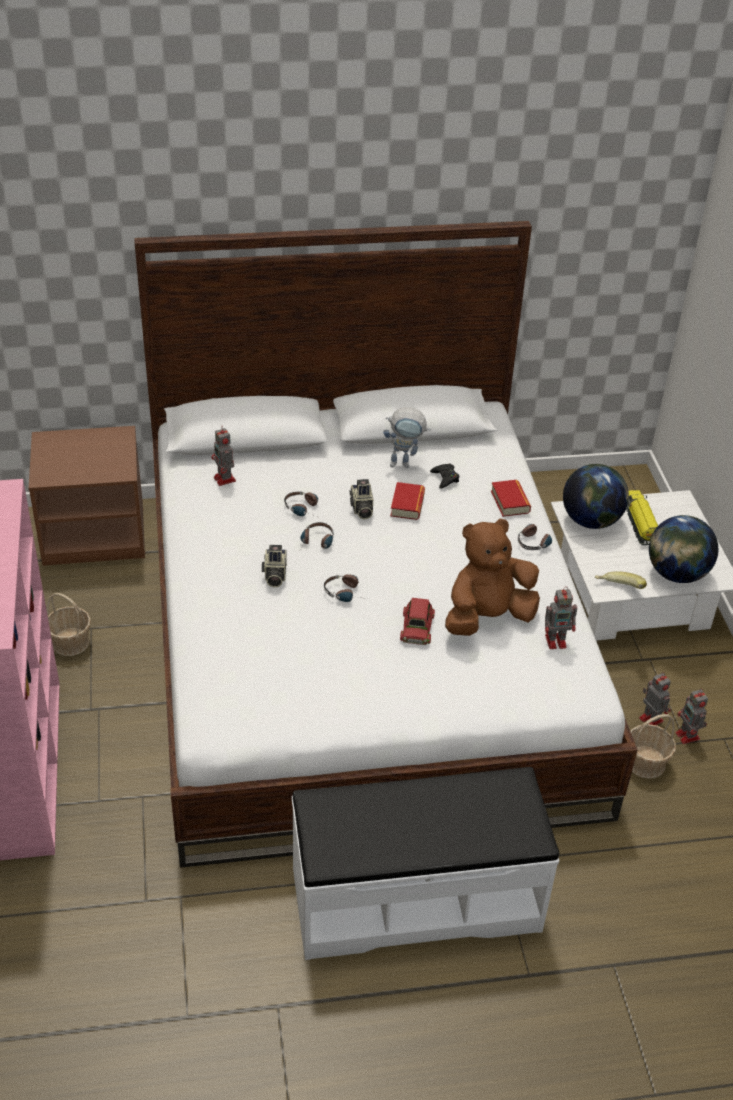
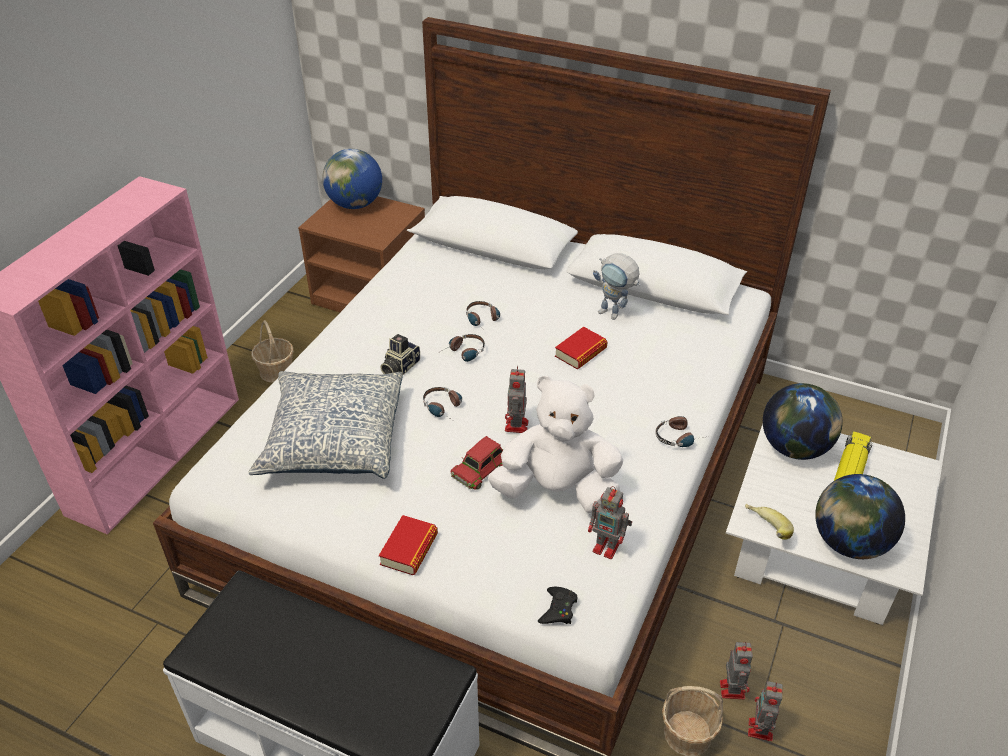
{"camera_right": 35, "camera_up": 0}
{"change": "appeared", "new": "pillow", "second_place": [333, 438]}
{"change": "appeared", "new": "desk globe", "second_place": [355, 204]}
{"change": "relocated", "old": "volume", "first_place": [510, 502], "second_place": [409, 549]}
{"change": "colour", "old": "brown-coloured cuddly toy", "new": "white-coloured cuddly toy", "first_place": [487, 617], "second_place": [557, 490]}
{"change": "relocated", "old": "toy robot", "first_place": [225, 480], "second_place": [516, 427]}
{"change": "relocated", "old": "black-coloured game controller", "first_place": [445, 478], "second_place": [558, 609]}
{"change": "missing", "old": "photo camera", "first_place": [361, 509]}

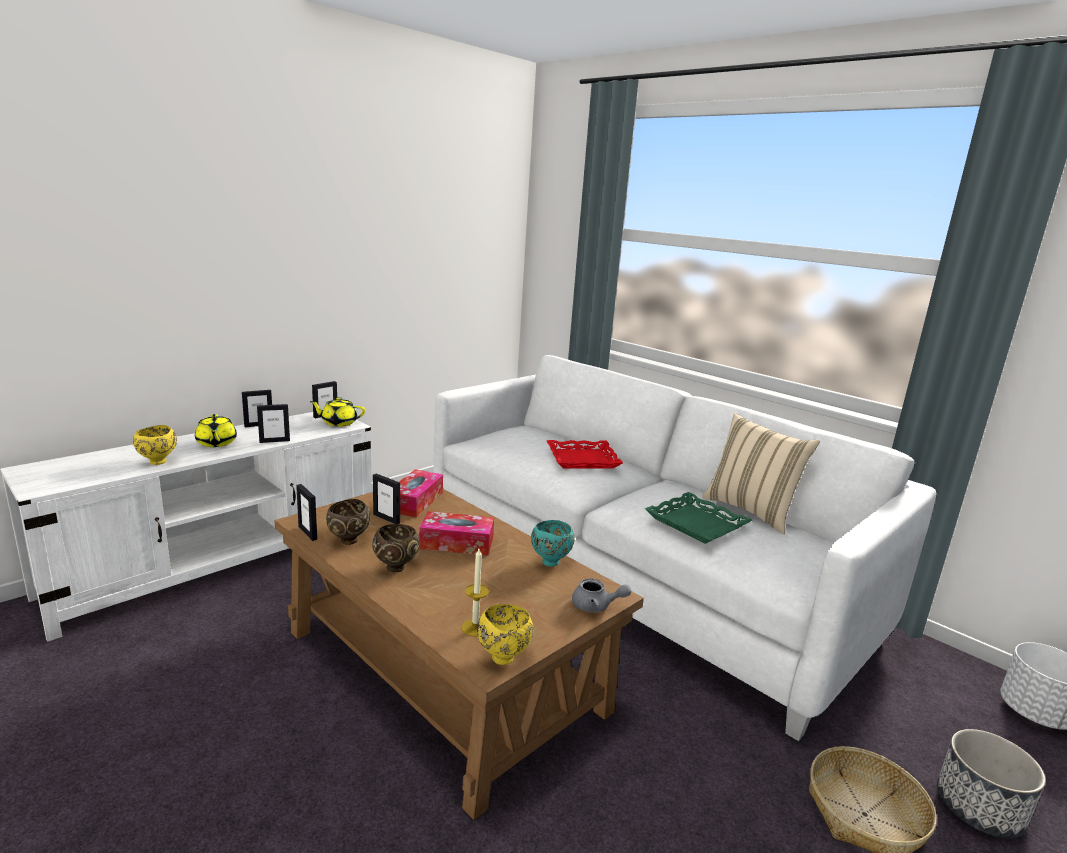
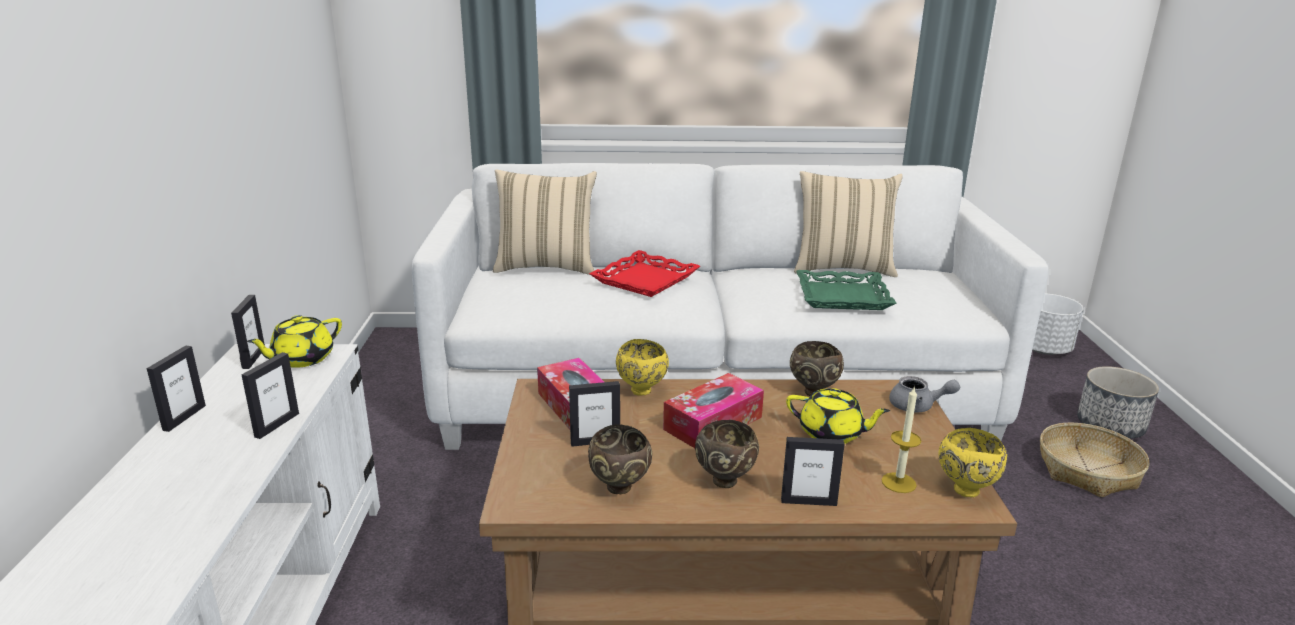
{"camera_right": -45, "camera_up": 5}
{"change": "appeared", "new": "sand-coloured pillow", "second_place": [546, 267]}
{"change": "relocated", "old": "yellow deep dish", "first_place": [157, 462], "second_place": [642, 391]}
{"change": "relocated", "old": "picture frame", "first_place": [308, 533], "second_place": [808, 502]}
{"change": "relocated", "old": "yellow pot for tea", "first_place": [216, 443], "second_place": [832, 434]}
{"change": "colour", "old": "blue-green deep dish", "new": "brown-coloured deep dish", "first_place": [550, 561], "second_place": [812, 391]}
{"change": "spun", "old": "greyish pot for tea", "first_place": [596, 606], "second_place": [918, 406], "degrees": 45}

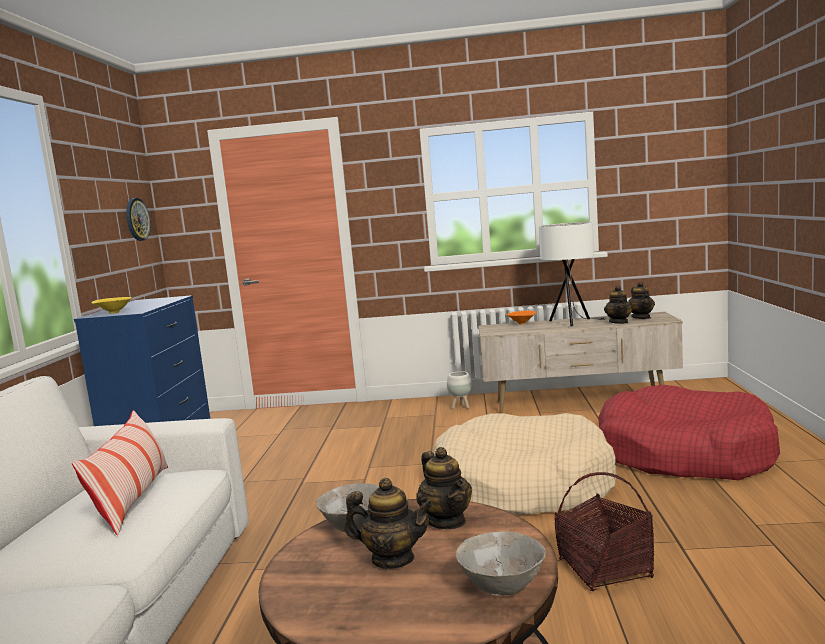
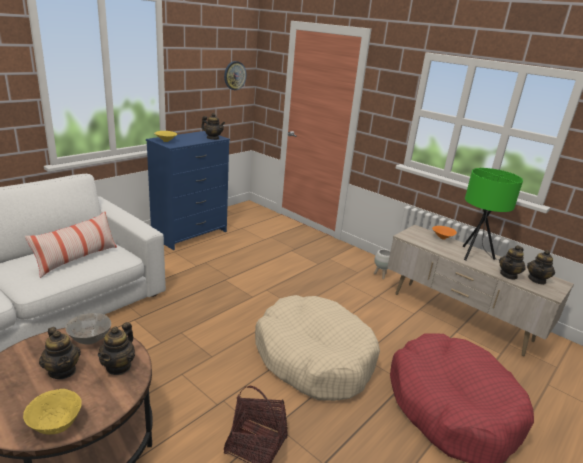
{"camera_right": 35, "camera_up": 15}
{"change": "colour", "old": "greyish deep dish", "new": "yellow deep dish", "first_place": [501, 586], "second_place": [56, 424]}
{"change": "appeared", "new": "pot for tea", "second_place": [213, 138]}
{"change": "colour", "old": "white-coloured tabletop lamp", "new": "greenish tabletop lamp", "first_place": [572, 322], "second_place": [476, 256]}

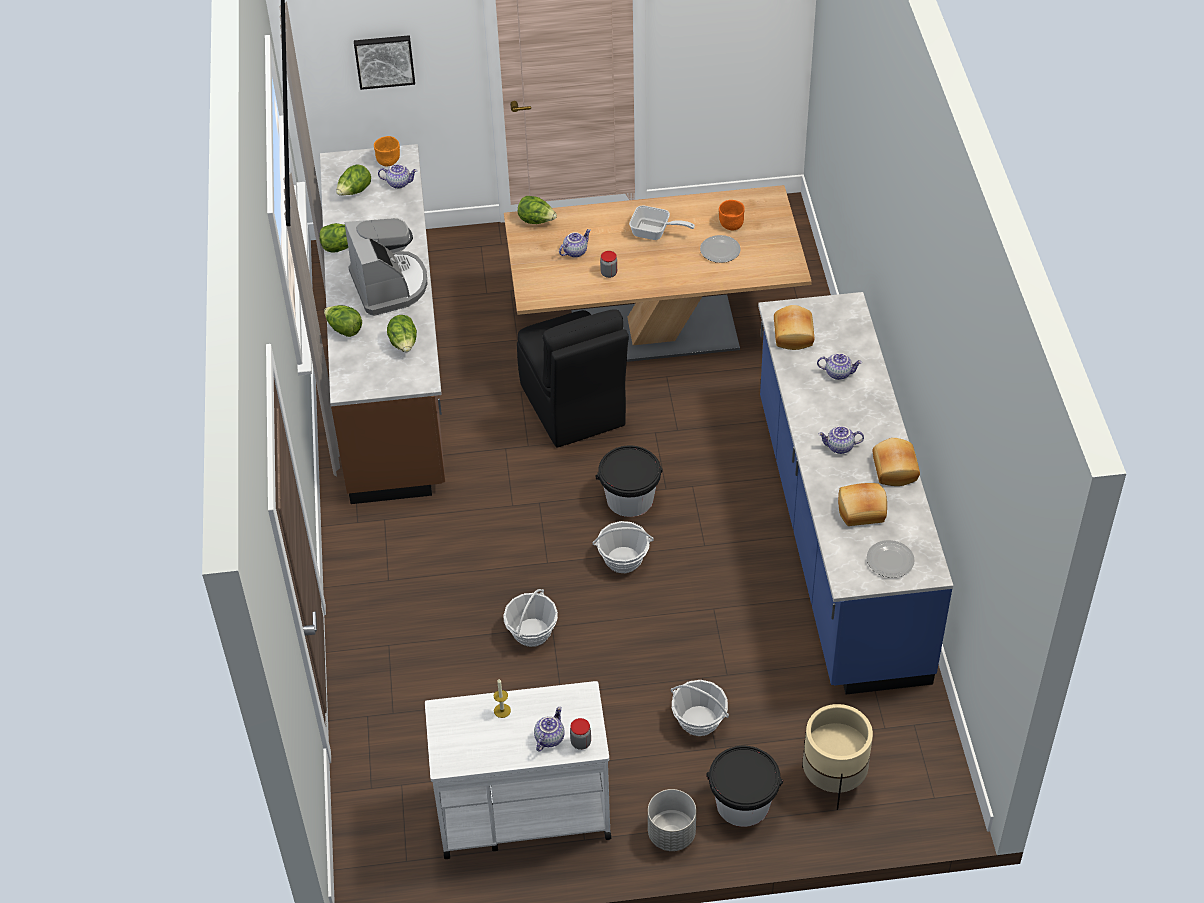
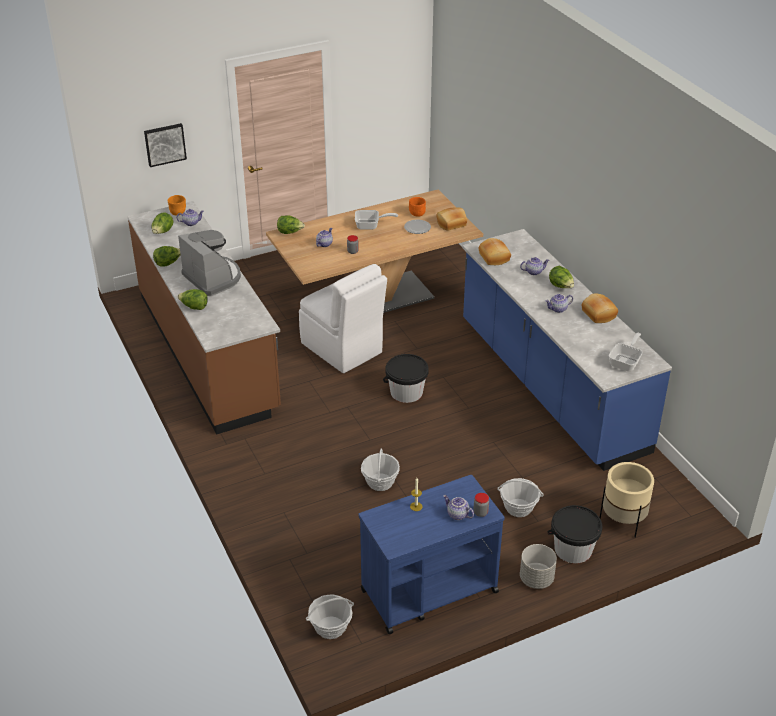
{"camera_right": -20, "camera_up": -10}
{"change": "colour", "old": "black-coloured plain chair", "new": "white-coloured plain chair", "first_place": [573, 407], "second_place": [342, 349]}
{"change": "relocated", "old": "basket", "first_place": [623, 560], "second_place": [330, 627]}
{"change": "colour", "old": "white-coloured wheeled cart", "new": "blue-coloured wheeled cart", "first_place": [522, 811], "second_place": [428, 591]}
{"change": "relocated", "old": "bread", "first_place": [861, 511], "second_place": [451, 224]}
{"change": "spun", "old": "pot for tea", "first_place": [549, 738], "second_place": [457, 515], "degrees": -60}
{"change": "relocated", "old": "lettuce head", "first_place": [404, 344], "second_place": [561, 286]}
{"change": "exchanged", "old": "dinner plate", "new": "skillet", "first_place": [890, 560], "second_place": [626, 362]}

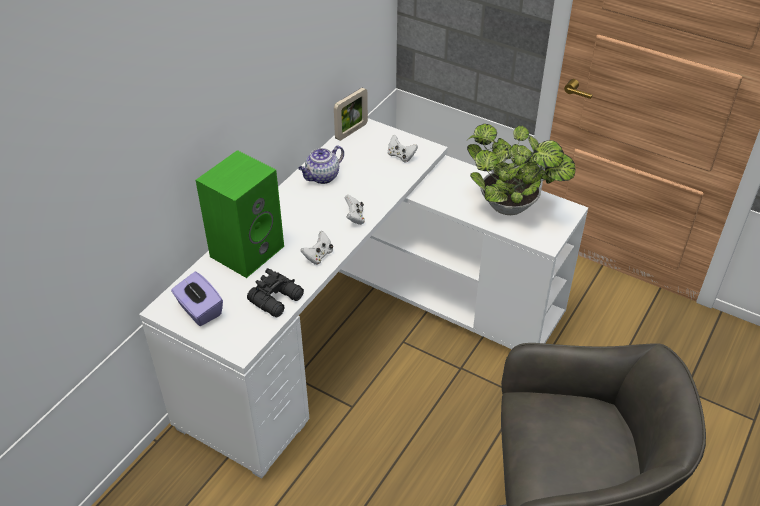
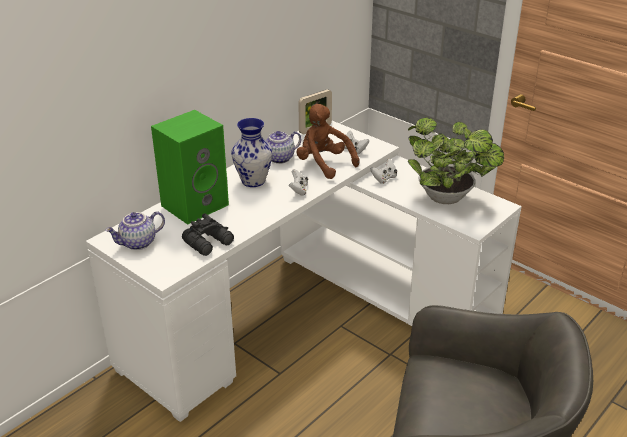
{"camera_right": 10, "camera_up": -10}
{"change": "exchanged", "old": "purple tissue box", "new": "pot for tea", "first_place": [199, 310], "second_place": [138, 243]}
{"change": "appeared", "new": "vase", "second_place": [253, 181]}
{"change": "appeared", "new": "brown-coloured cuddly toy", "second_place": [323, 164]}
{"change": "relocated", "old": "white-coloured game controller", "first_place": [318, 256], "second_place": [384, 178]}

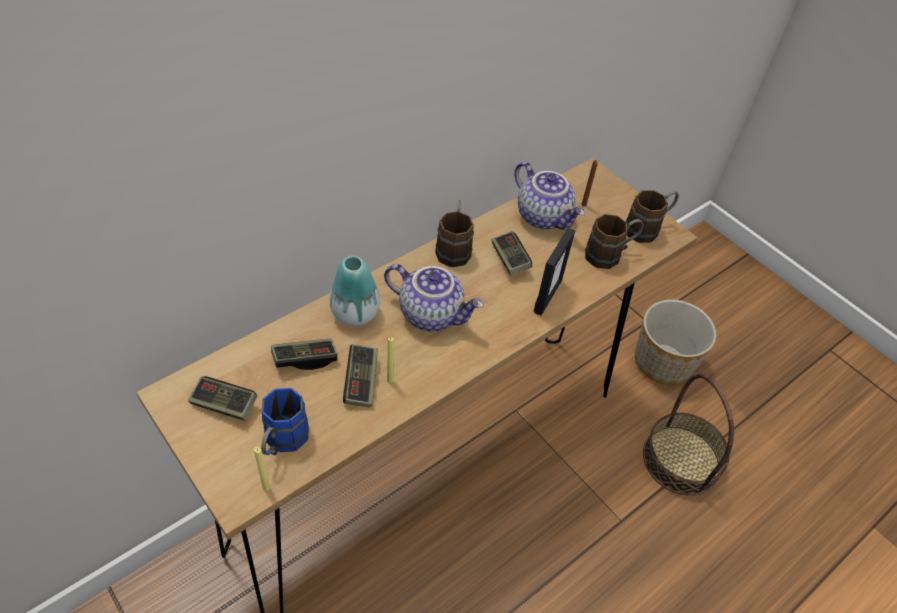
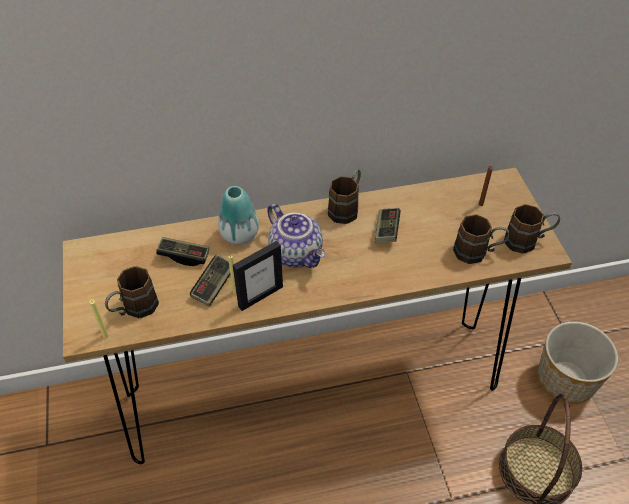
{"camera_right": 30, "camera_up": 0}
{"change": "colour", "old": "blue-coloured mug", "new": "brown-coloured mug", "first_place": [282, 442], "second_place": [134, 309]}
{"change": "relocated", "old": "picture frame", "first_place": [547, 296], "second_place": [260, 296]}
{"change": "missing", "old": "game controller", "first_place": [224, 405]}
{"change": "missing", "old": "pot for tea", "first_place": [544, 216]}

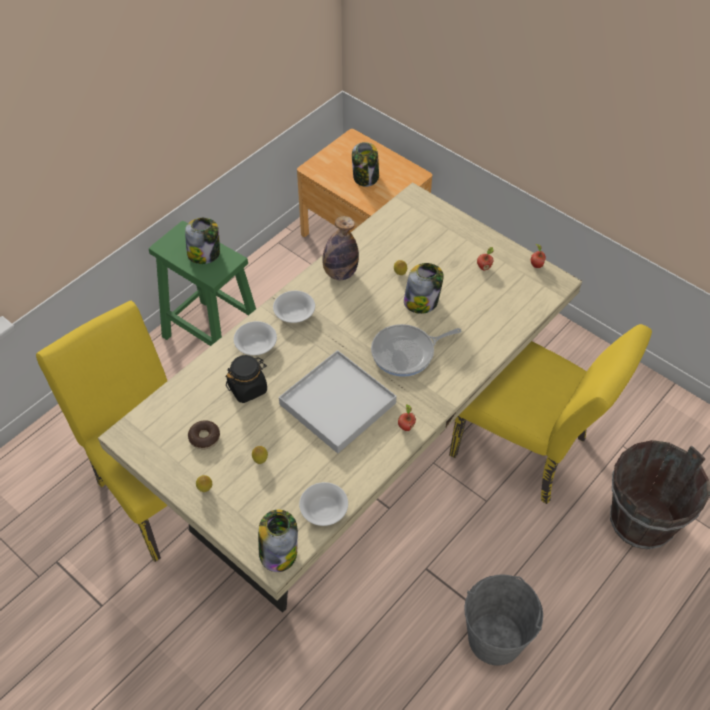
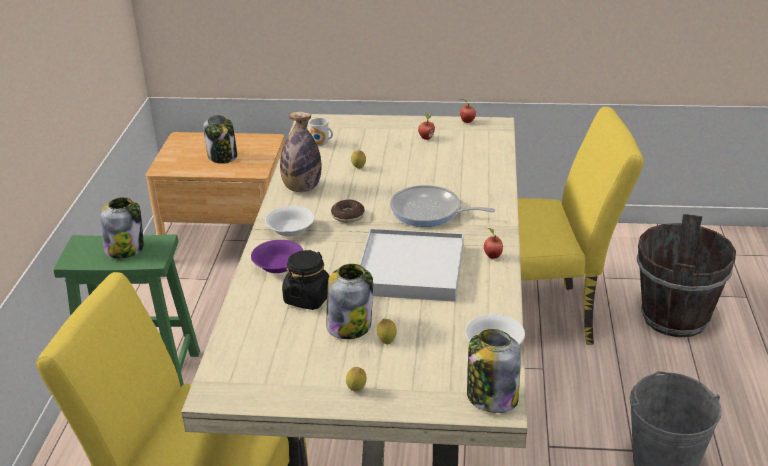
{"camera_right": -35, "camera_up": -20}
{"change": "colour", "old": "white-coloured deep dish", "new": "purple deep dish", "first_place": [256, 345], "second_place": [278, 265]}
{"change": "appeared", "new": "mug", "second_place": [321, 144]}
{"change": "relocated", "old": "storage jar", "first_place": [421, 301], "second_place": [349, 325]}
{"change": "relocated", "old": "ring doughnut", "first_place": [204, 437], "second_place": [348, 216]}
{"change": "spun", "old": "skillet", "first_place": [406, 353], "second_place": [429, 212], "degrees": 75}

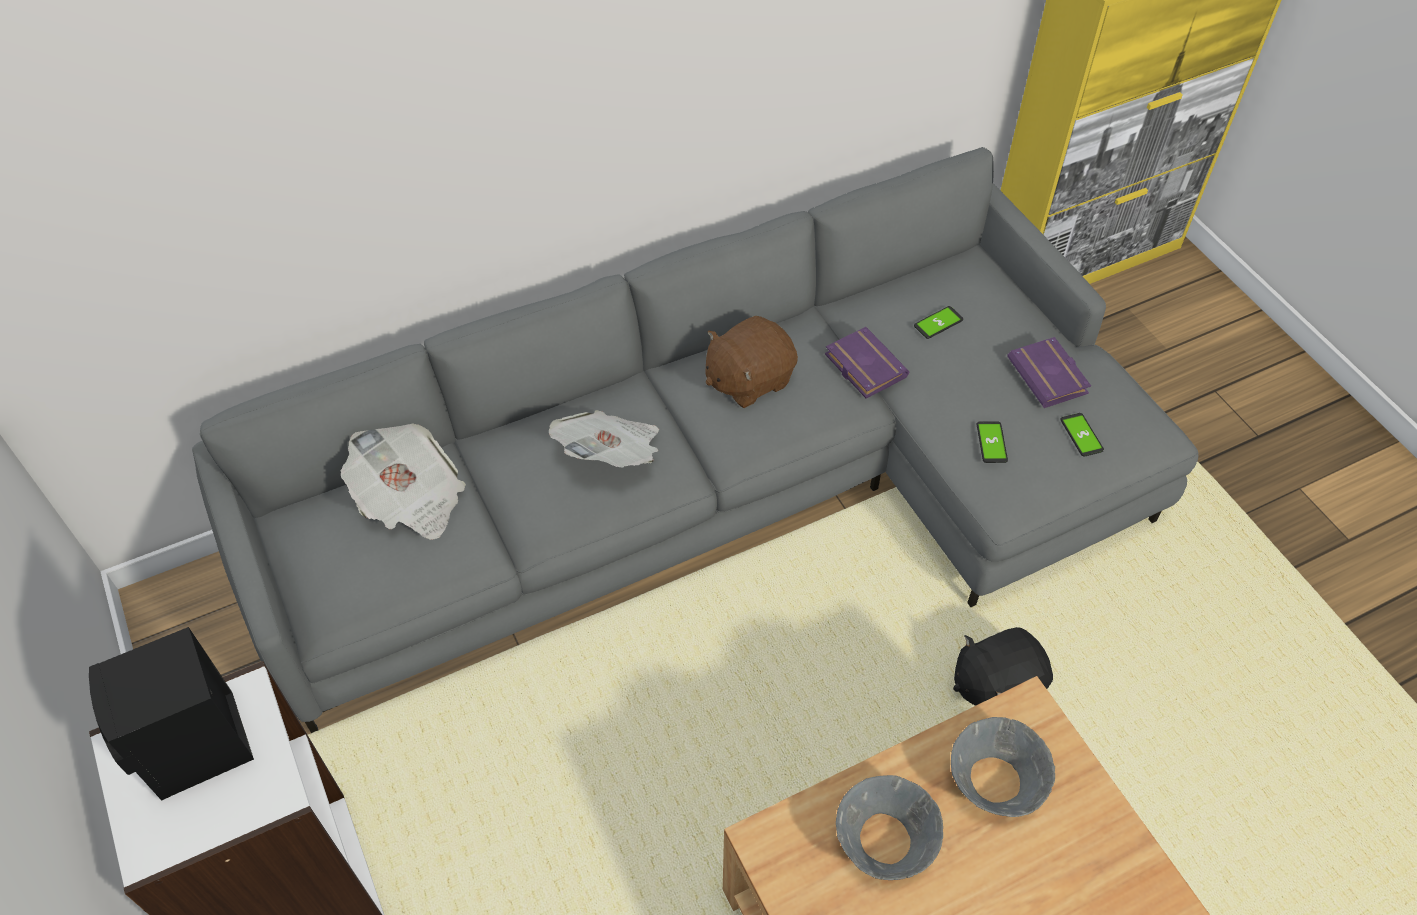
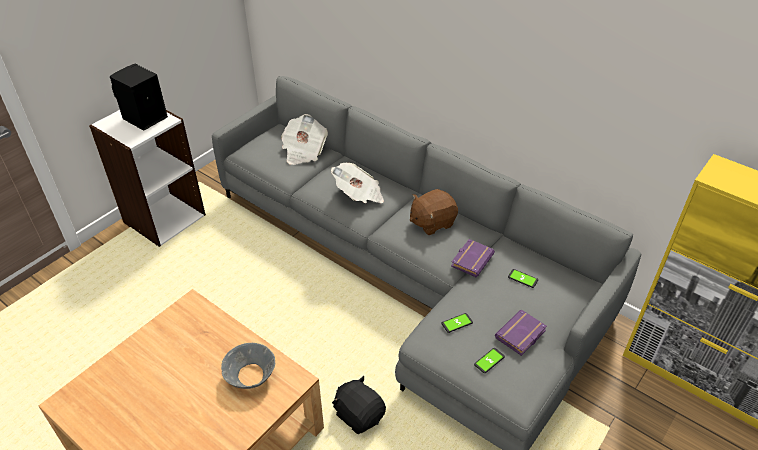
{"camera_right": 65, "camera_up": -10}
{"change": "spun", "old": "brown-coloured cuddly toy", "first_place": [748, 379], "second_place": [432, 222], "degrees": -60}
{"change": "missing", "old": "greyish deep dish", "first_place": [884, 841]}

